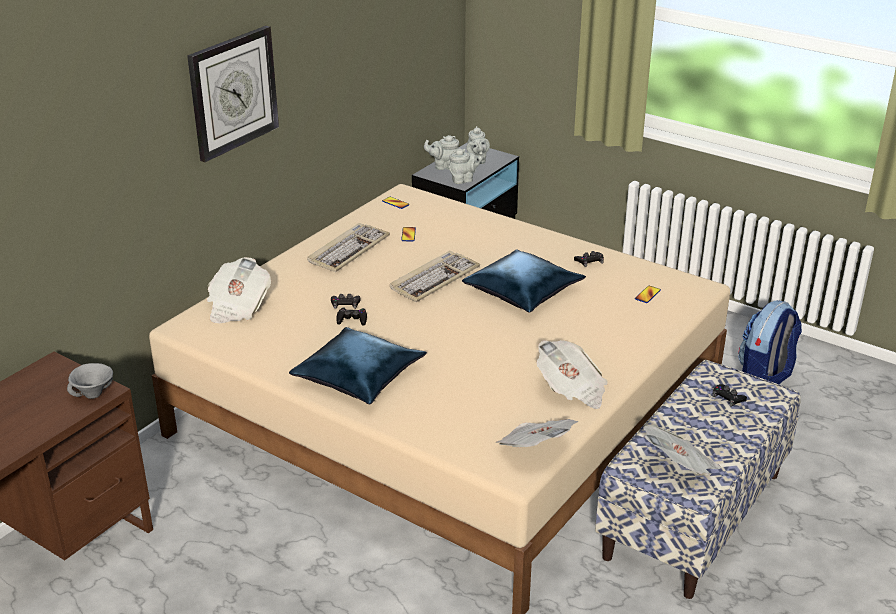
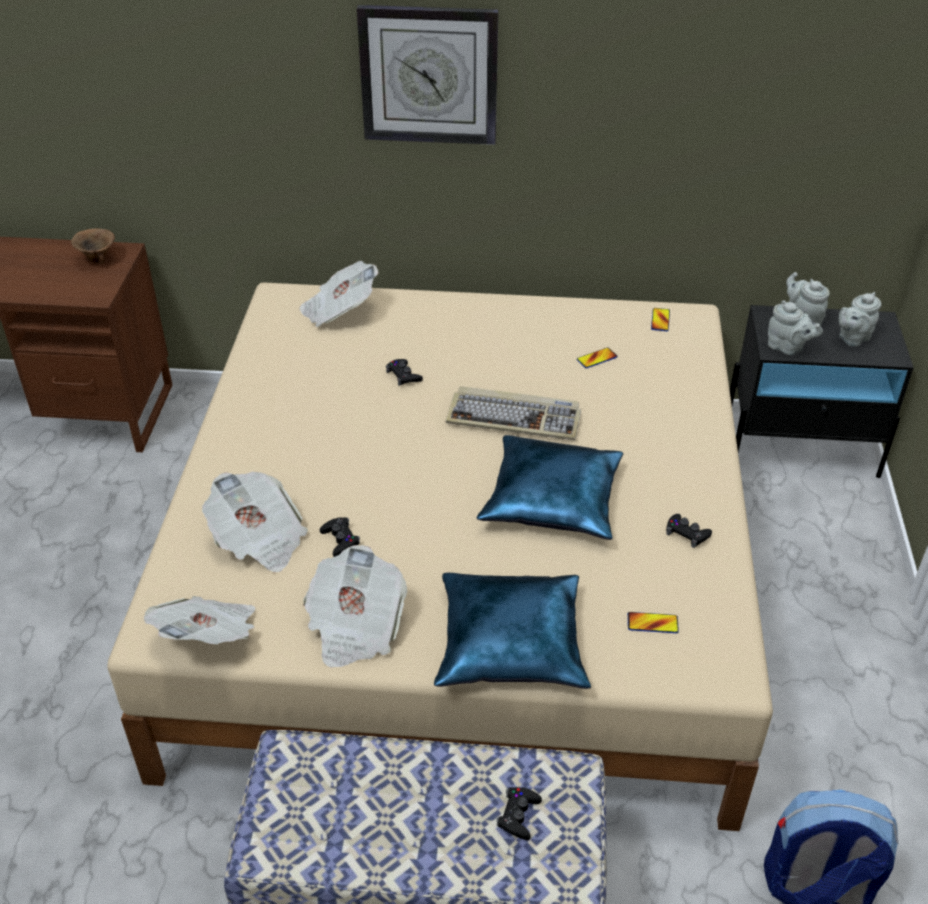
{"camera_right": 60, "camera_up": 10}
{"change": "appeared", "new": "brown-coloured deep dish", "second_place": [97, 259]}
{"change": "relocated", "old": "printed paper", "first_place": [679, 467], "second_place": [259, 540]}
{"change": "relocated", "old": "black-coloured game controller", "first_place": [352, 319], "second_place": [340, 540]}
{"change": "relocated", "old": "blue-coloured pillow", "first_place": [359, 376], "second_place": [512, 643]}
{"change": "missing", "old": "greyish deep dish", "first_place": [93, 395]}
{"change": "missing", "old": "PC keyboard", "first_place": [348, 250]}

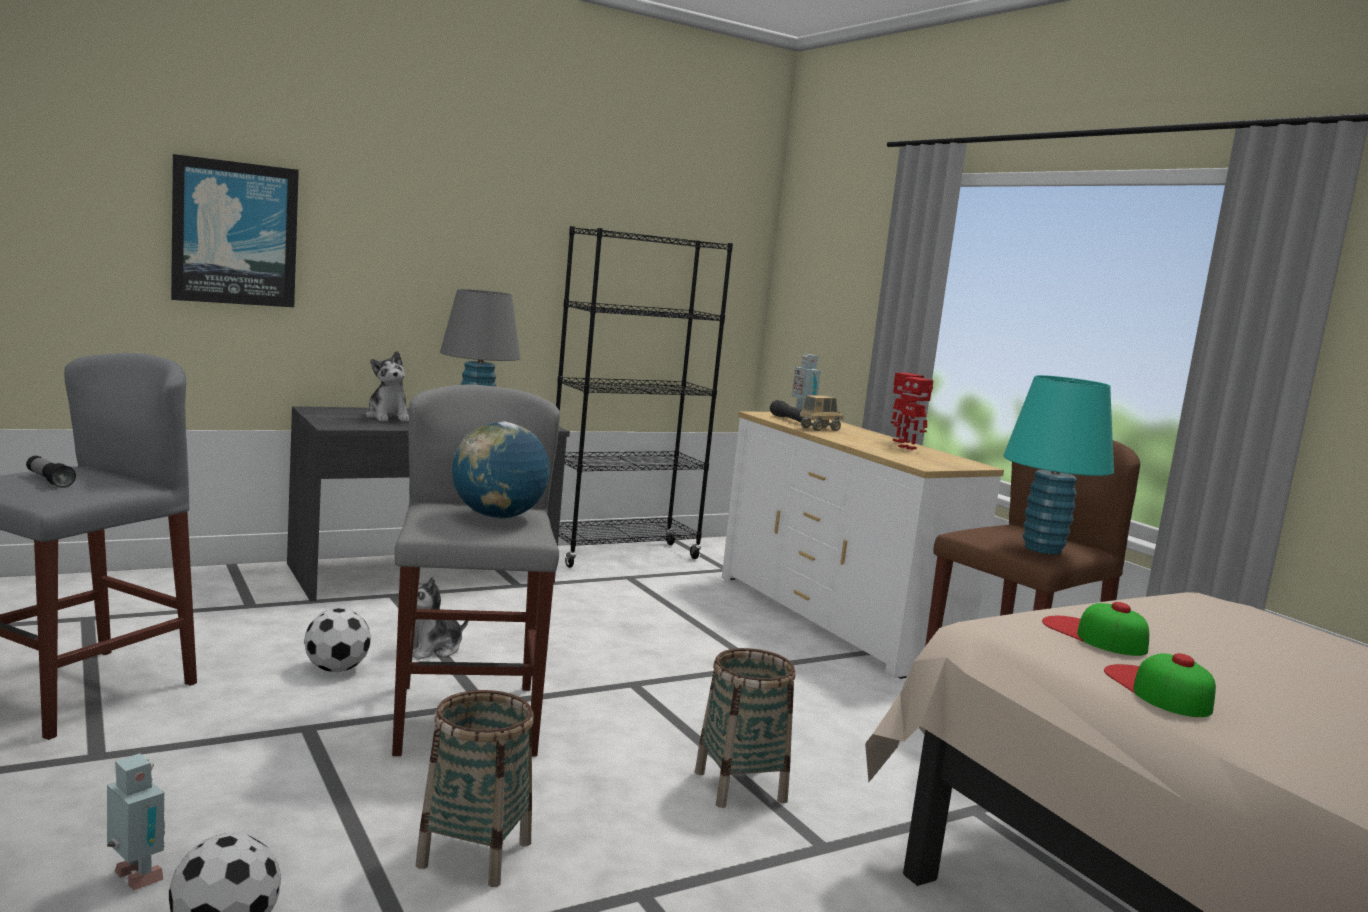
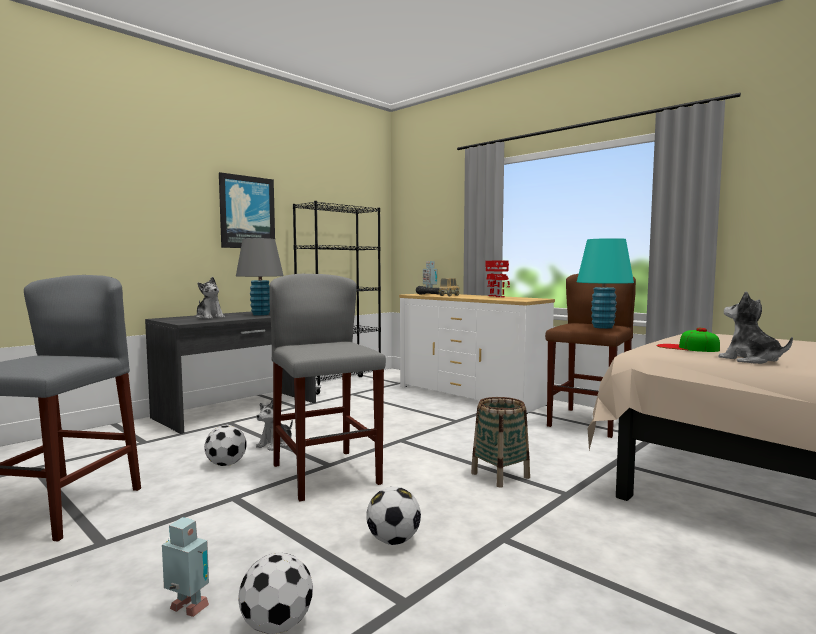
{"camera_right": -15, "camera_up": -5}
{"change": "relocated", "old": "wall art", "first_place": [235, 233], "second_place": [247, 212]}
{"change": "exchanged", "old": "basket", "new": "ball for football", "first_place": [474, 854], "second_place": [393, 540]}
{"change": "exchanged", "old": "baseball cap", "new": "cuddly toy", "first_place": [1157, 689], "second_place": [750, 360]}
{"change": "missing", "old": "hand torch", "first_place": [49, 480]}
{"change": "missing", "old": "desk globe", "first_place": [498, 517]}

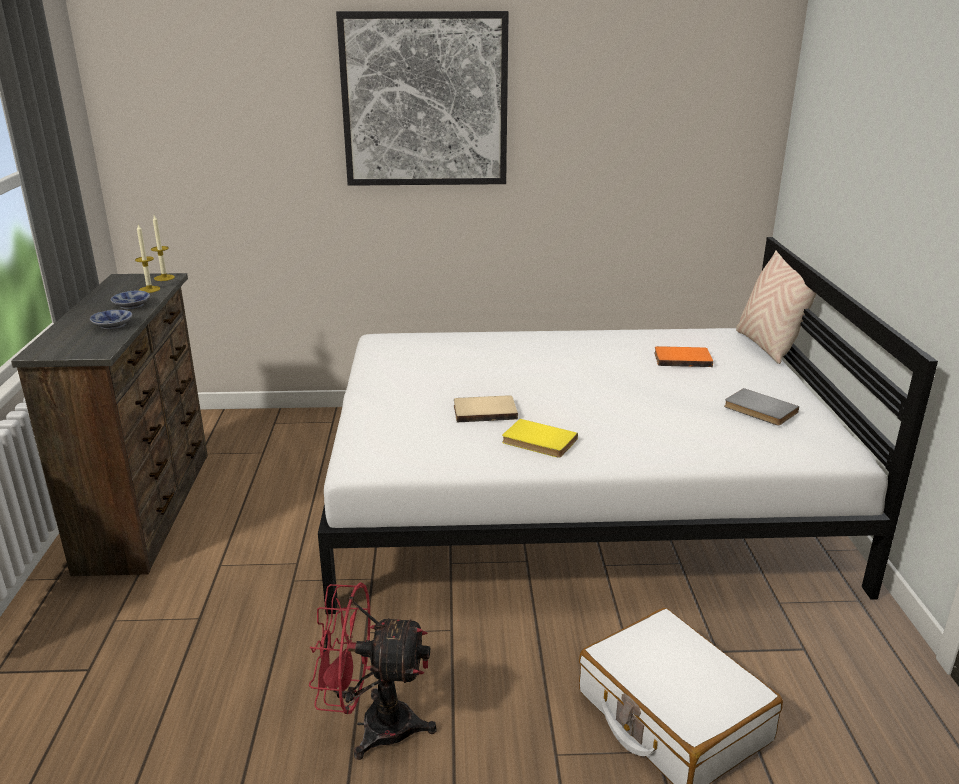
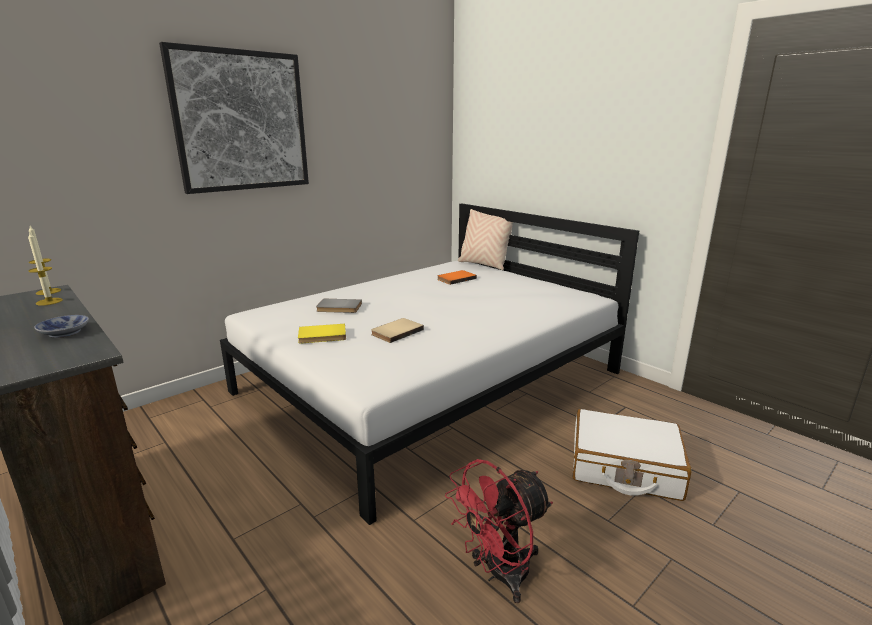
{"camera_right": -40, "camera_up": -5}
{"change": "relocated", "old": "yellow volume", "first_place": [538, 442], "second_place": [322, 336]}
{"change": "relocated", "old": "greyish volume", "first_place": [759, 410], "second_place": [339, 308]}
{"change": "missing", "old": "deep dish", "first_place": [131, 305]}

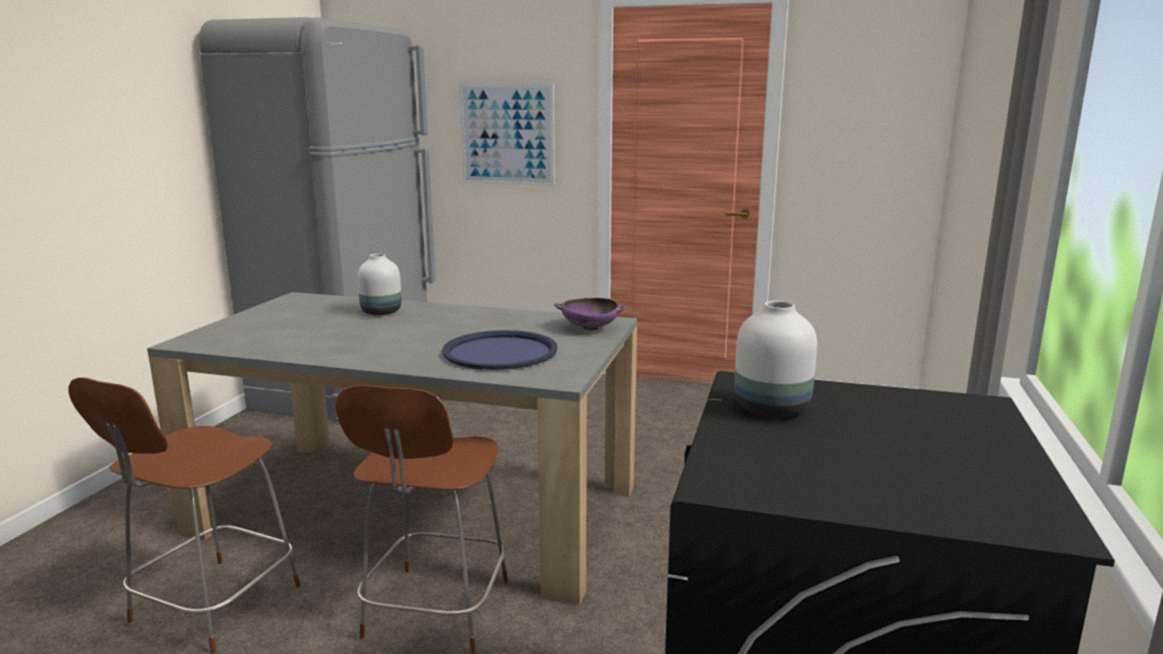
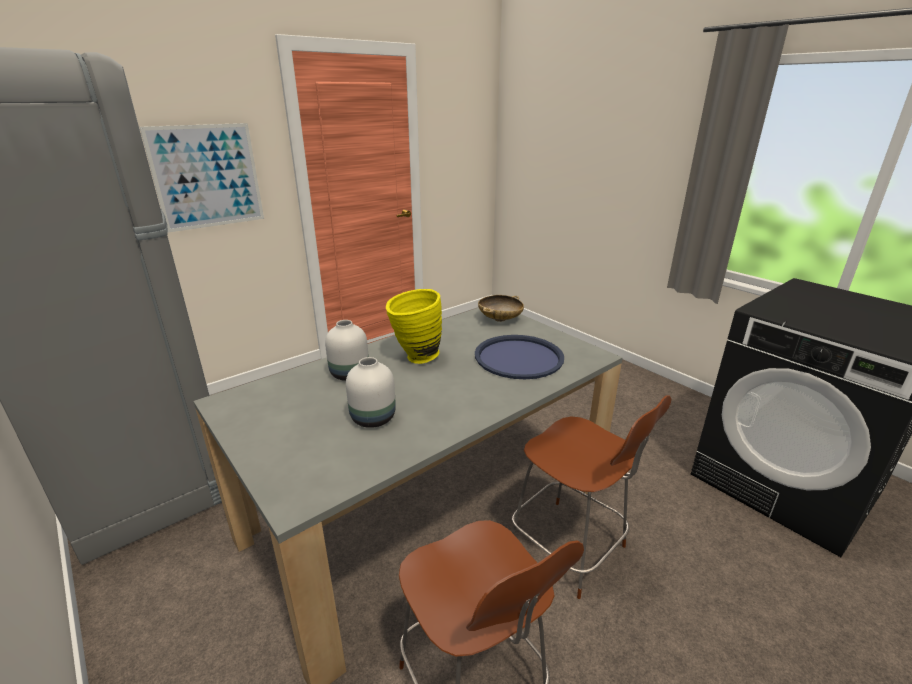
{"camera_right": -55, "camera_up": 10}
{"change": "relocated", "old": "white-coloured vase", "first_place": [769, 408], "second_place": [372, 419]}
{"change": "appeared", "new": "yellow vase", "second_place": [415, 358]}
{"change": "colour", "old": "purple deep dish", "new": "sand-coloured deep dish", "first_place": [590, 328], "second_place": [500, 319]}

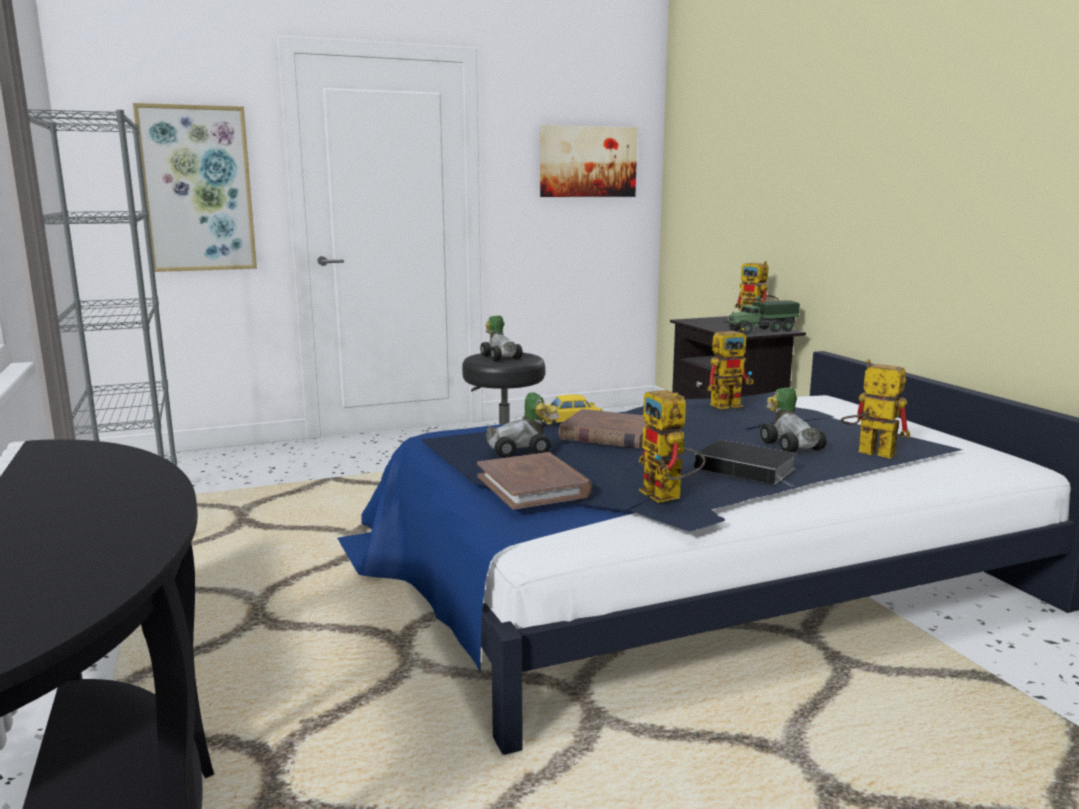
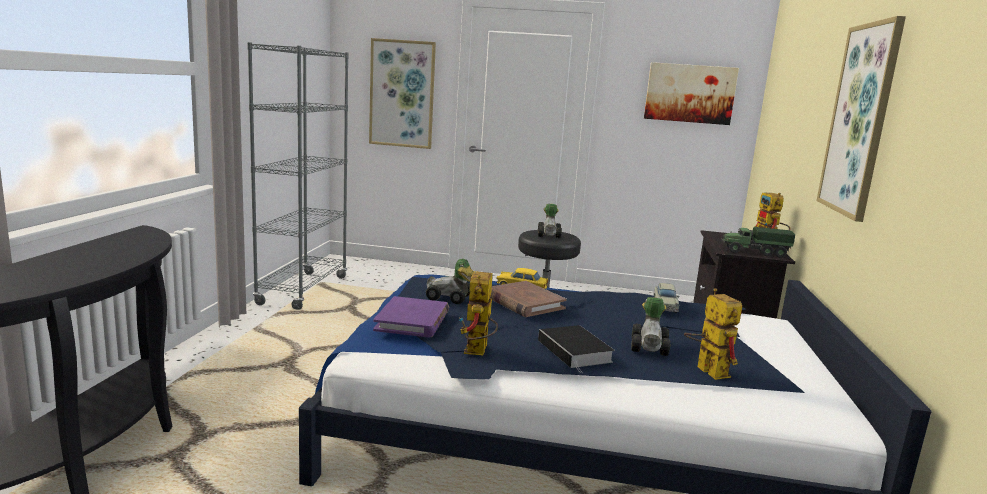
{"camera_right": 30, "camera_up": 0}
{"change": "colour", "old": "brown-coloured volume", "new": "purple volume", "first_place": [533, 486], "second_place": [412, 321]}
{"change": "exchanged", "old": "toy robot", "new": "sand-coloured miniature car", "first_place": [730, 404], "second_place": [665, 305]}
{"change": "appeared", "new": "wall art", "second_place": [860, 120]}

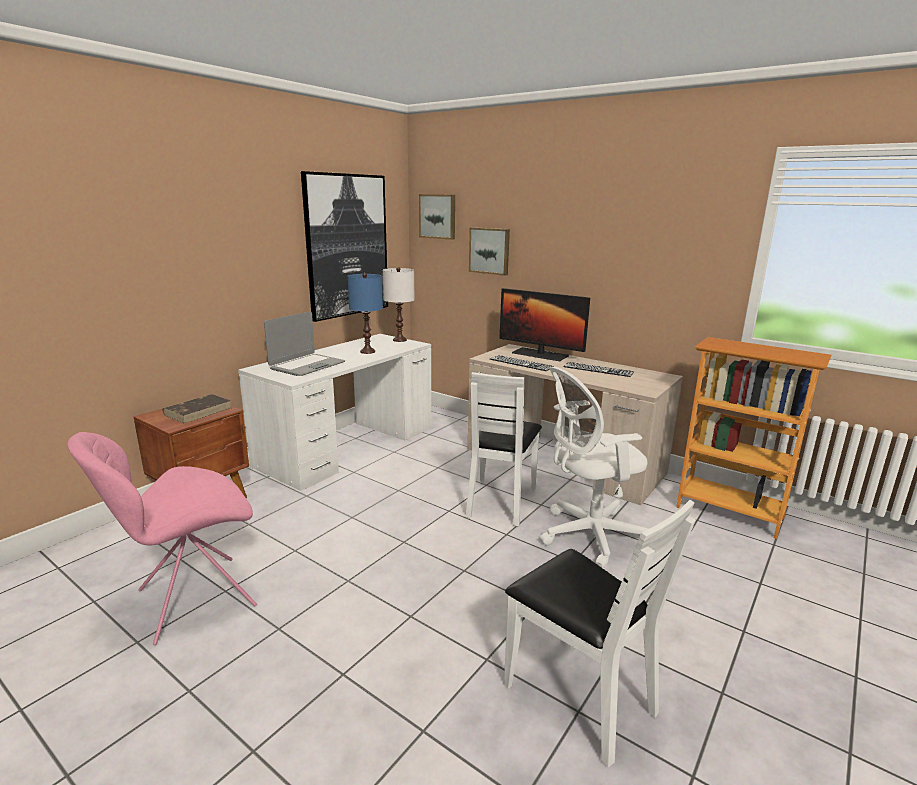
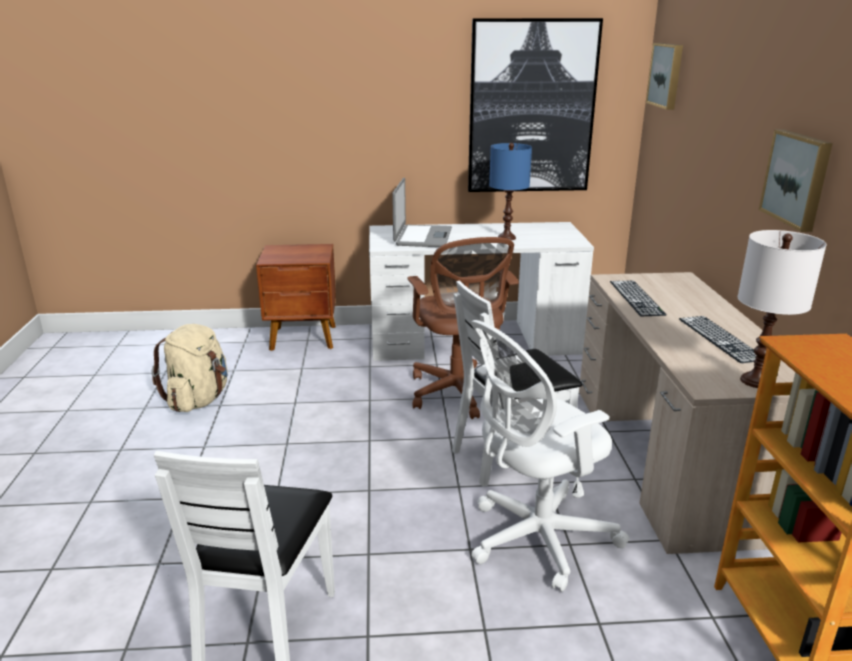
{"camera_right": 50, "camera_up": 5}
{"change": "exchanged", "old": "pink plain chair", "new": "sand-coloured rucksack", "first_place": [191, 600], "second_place": [198, 400]}
{"change": "spun", "old": "portable computer", "first_place": [307, 366], "second_place": [422, 237], "degrees": -75}
{"change": "appeared", "new": "brown-coloured computer chair", "second_place": [458, 394]}
{"change": "spun", "old": "white-coloured computer chair", "first_place": [588, 535], "second_place": [534, 539], "degrees": -60}
{"change": "relocated", "old": "white-coloured tabletop lamp", "first_place": [399, 340], "second_place": [755, 381]}
{"change": "relocated", "old": "wall art", "first_place": [490, 251], "second_place": [797, 179]}
{"change": "missing", "old": "brown-coloured volume", "first_place": [198, 411]}
{"change": "missing", "old": "computer display", "first_place": [540, 354]}

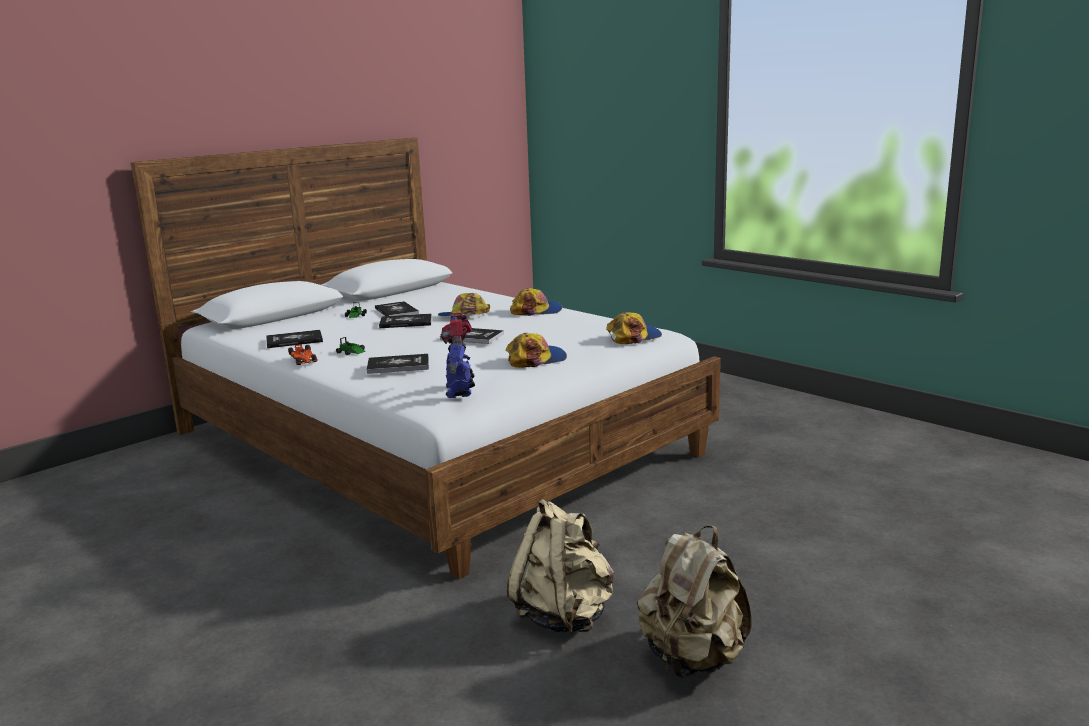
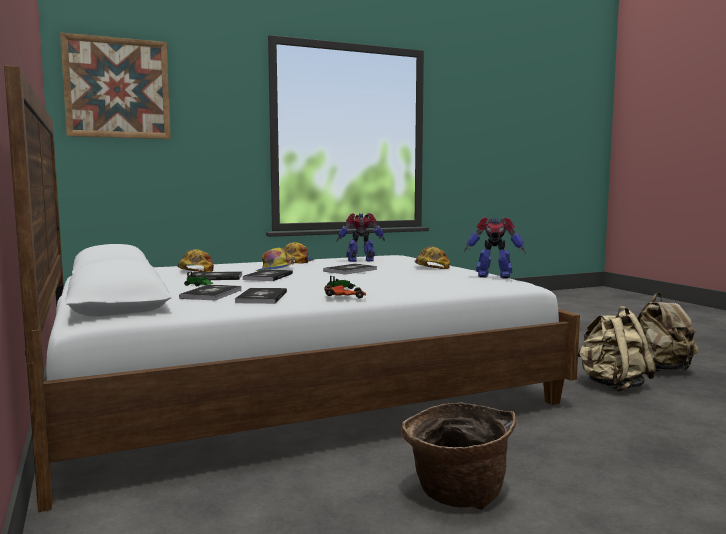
{"camera_right": -70, "camera_up": -10}
{"change": "appeared", "new": "wall art", "second_place": [117, 88]}
{"change": "relocated", "old": "baseball cap", "first_place": [633, 337], "second_place": [196, 270]}
{"change": "relocated", "old": "volume", "first_place": [398, 365], "second_place": [211, 294]}
{"change": "appeared", "new": "toy robot", "second_place": [361, 261]}
{"change": "appeared", "new": "basket", "second_place": [456, 495]}

